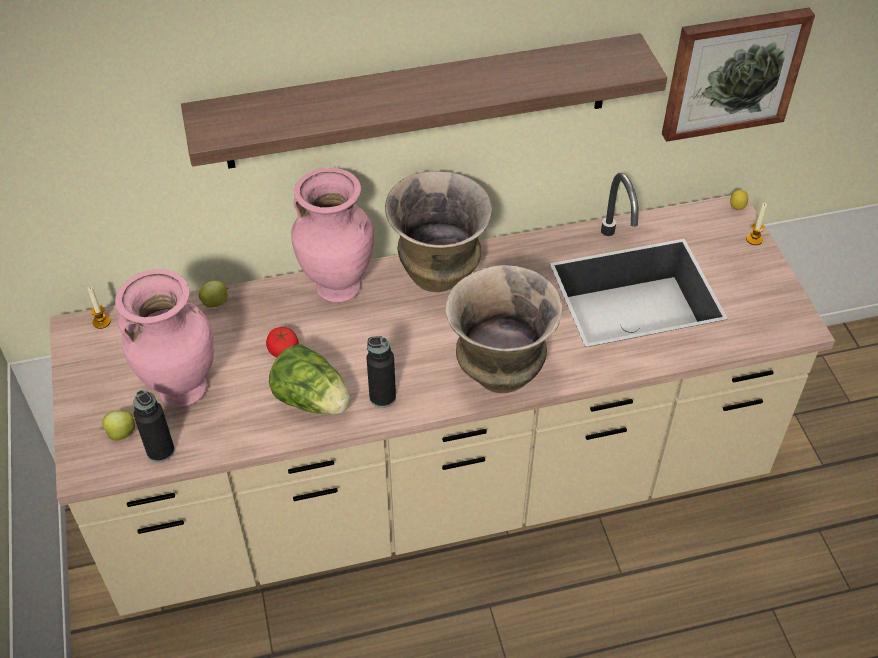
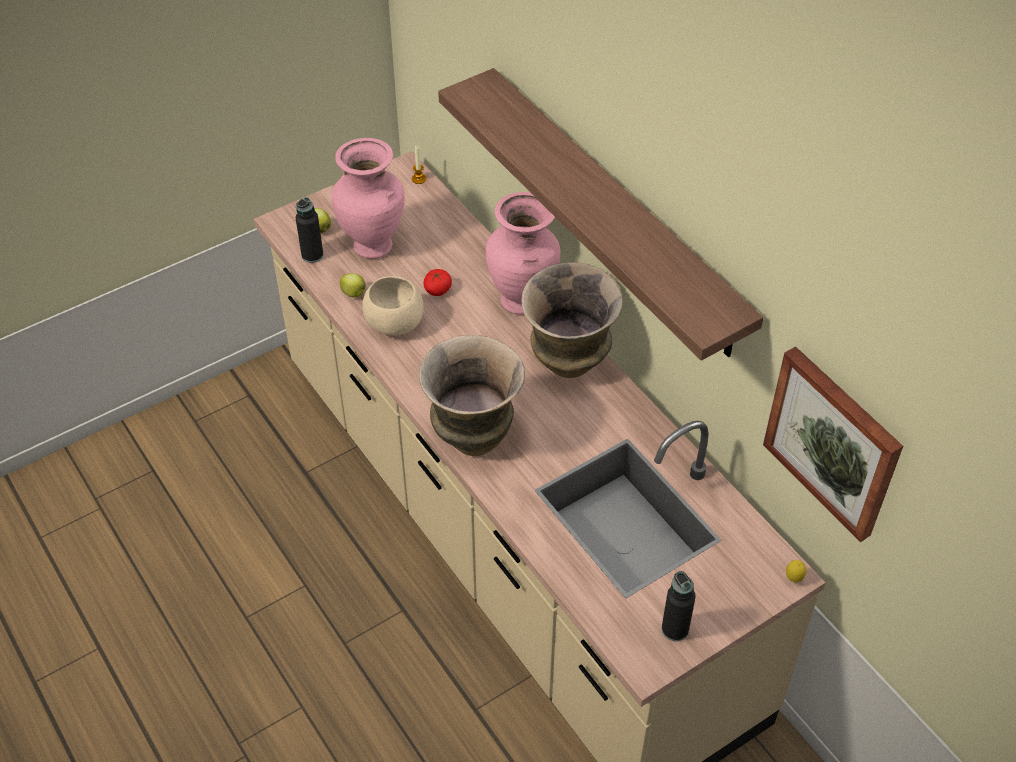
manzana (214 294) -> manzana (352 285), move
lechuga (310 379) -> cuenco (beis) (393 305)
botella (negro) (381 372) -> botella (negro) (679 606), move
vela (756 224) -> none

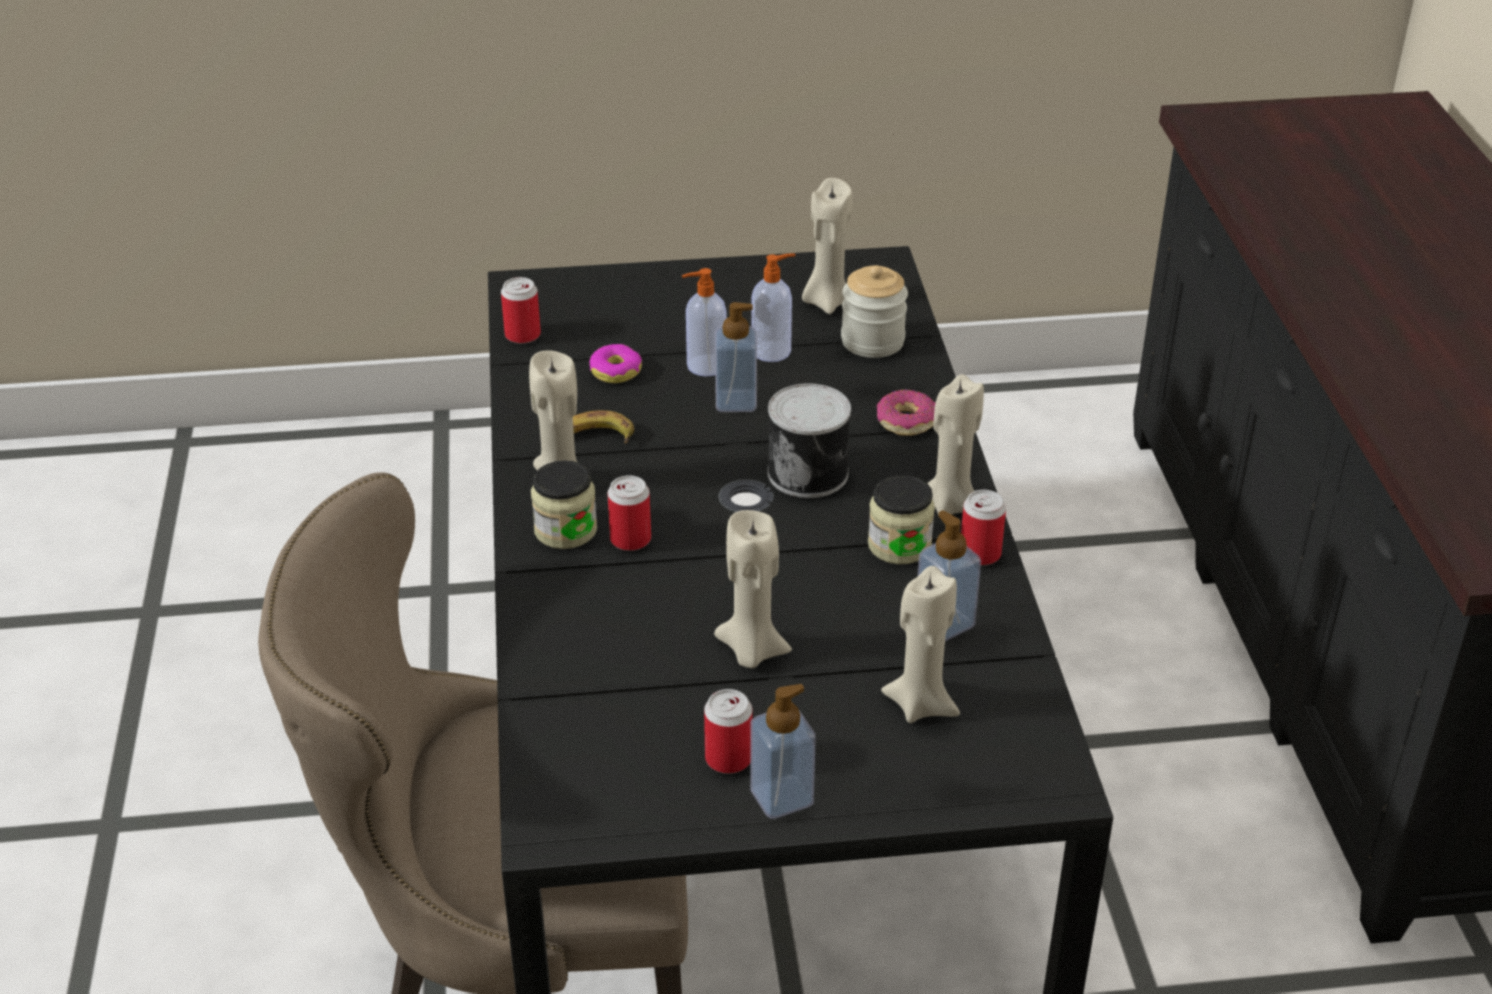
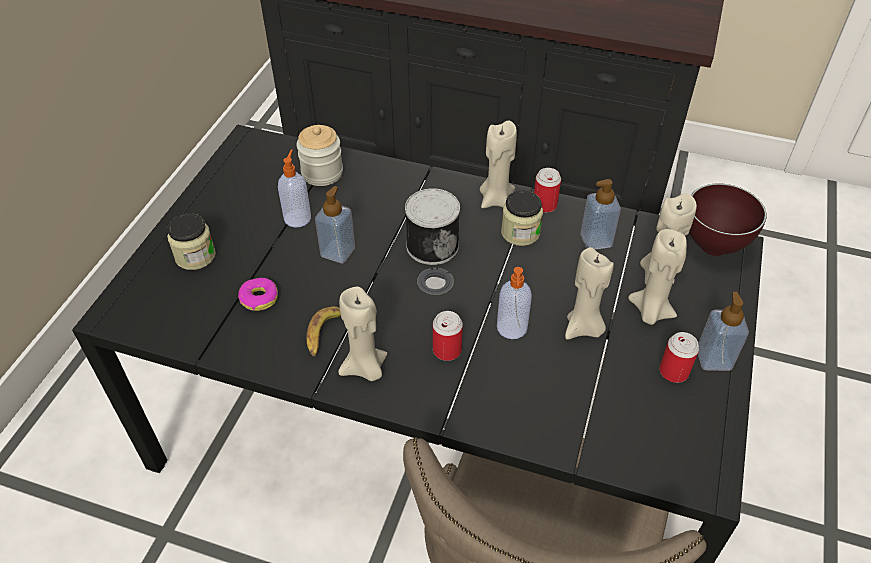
tarro (564 504) -> tarro (191 241), move
dispensador de jabón (704 322) -> dispensador de jabón (514 303), move
vela (beis) (827 246) -> vela (beis) (657 277), move
none -> cuenco (marrón) (728 220)
lata (521 310) -> none
rosquilla (905 412) -> none

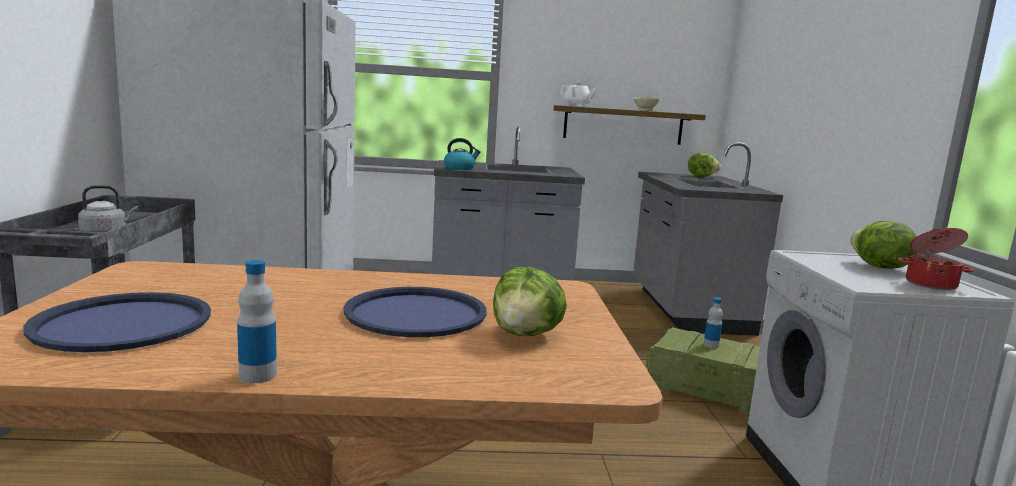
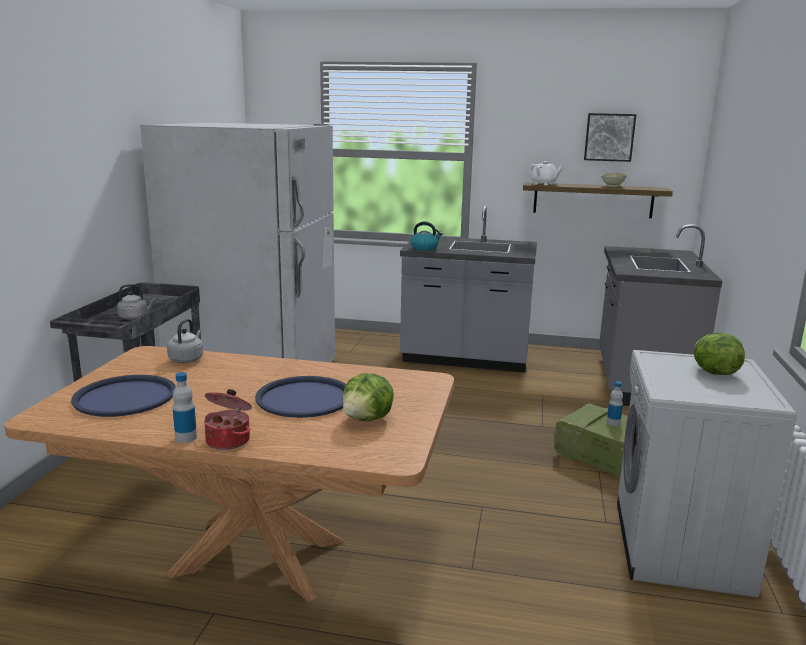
none -> hervidor (gris) (185 341)
olla (936 259) -> olla (228 419), move
none -> cuadro (610 137)
lechuga (704 164) -> none

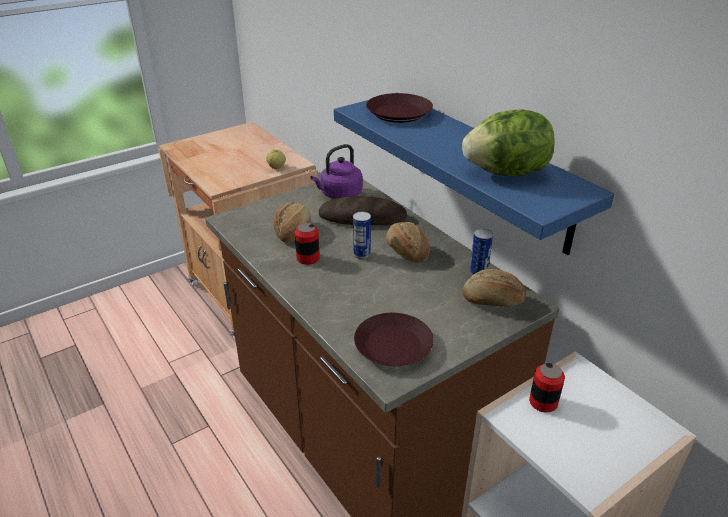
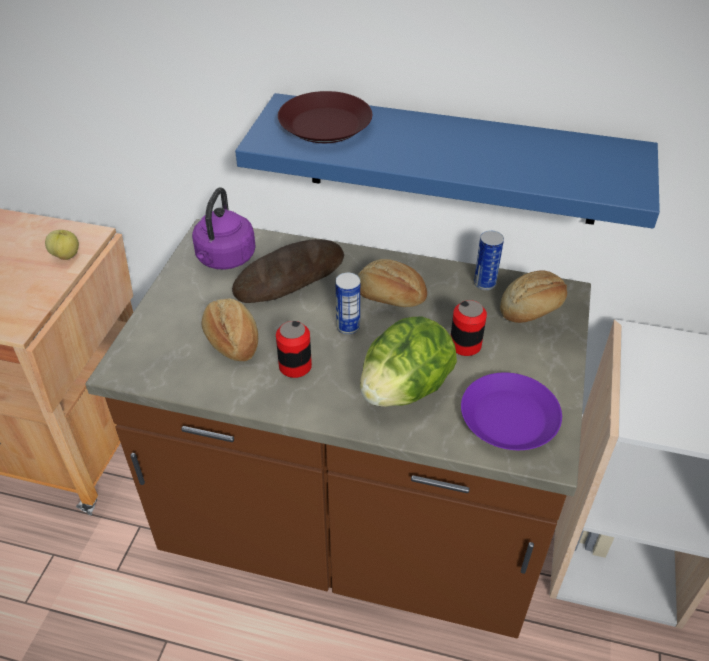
lechuga (508 143) -> lechuga (408 362), move
lata (547 388) -> lata (469 328), move
plato (marrón) (393 339) -> plato (morado) (511 411)

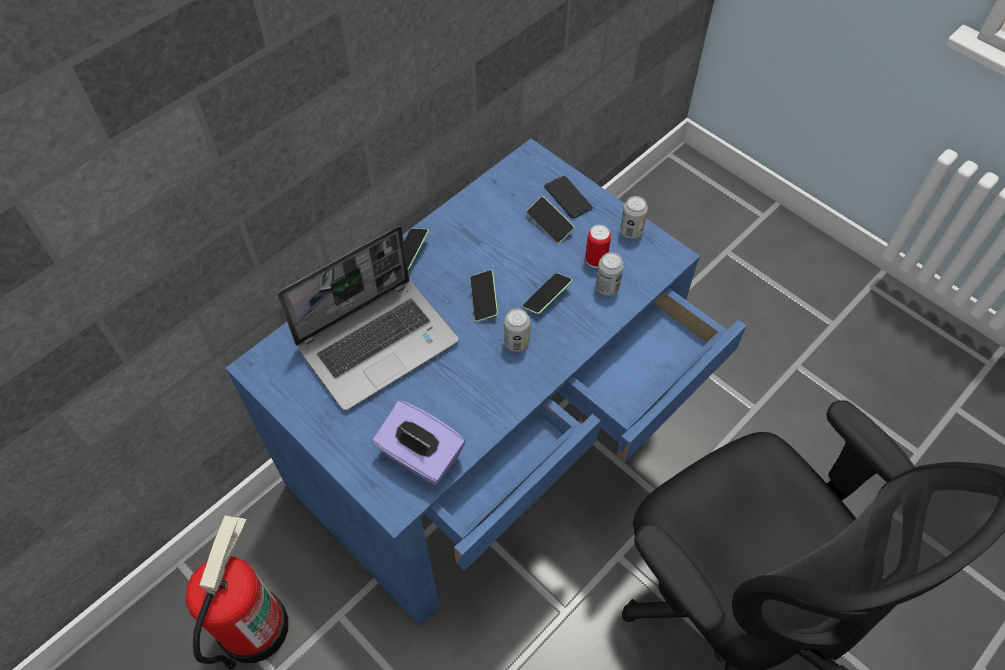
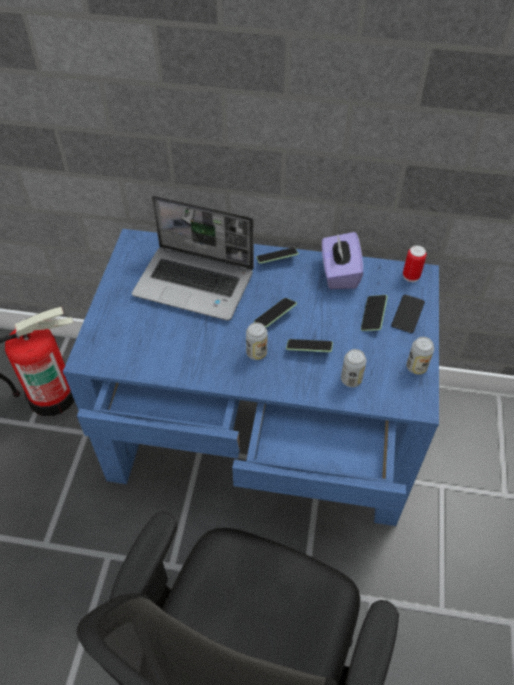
caja de pañuelos (morado) (419 442) -> caja de pañuelos (morado) (342 260), move
lata (598 246) -> lata (415 263), move

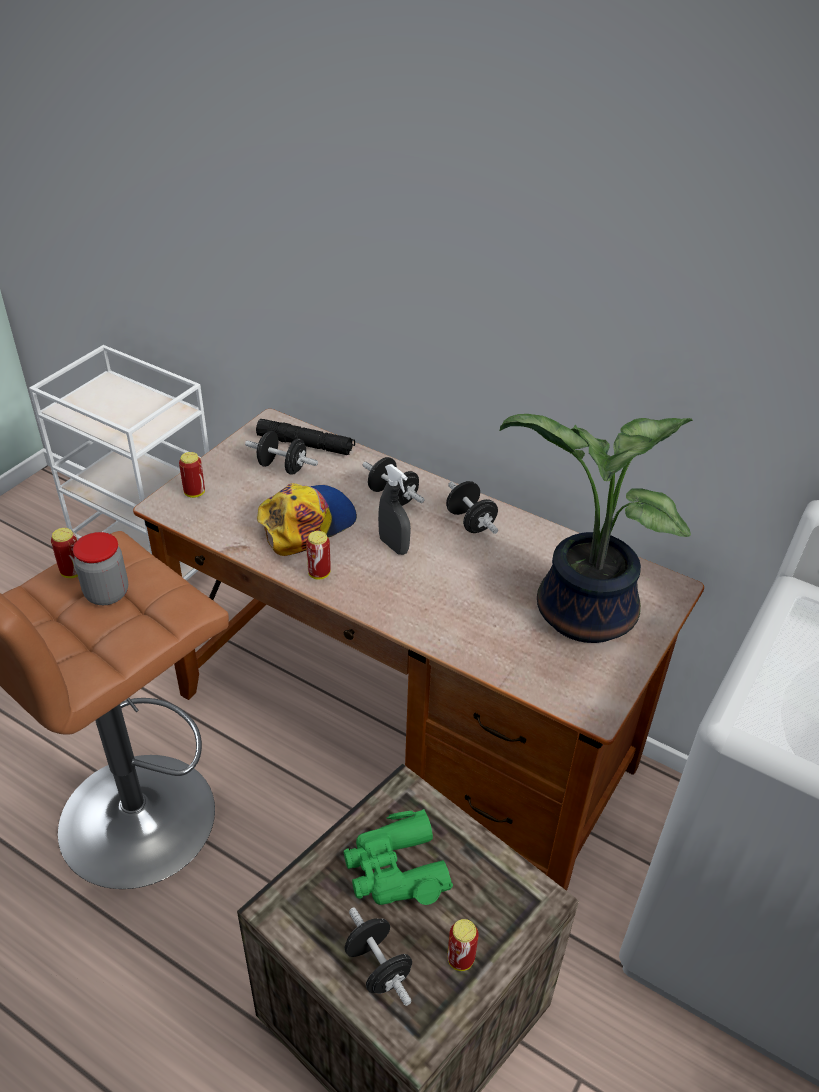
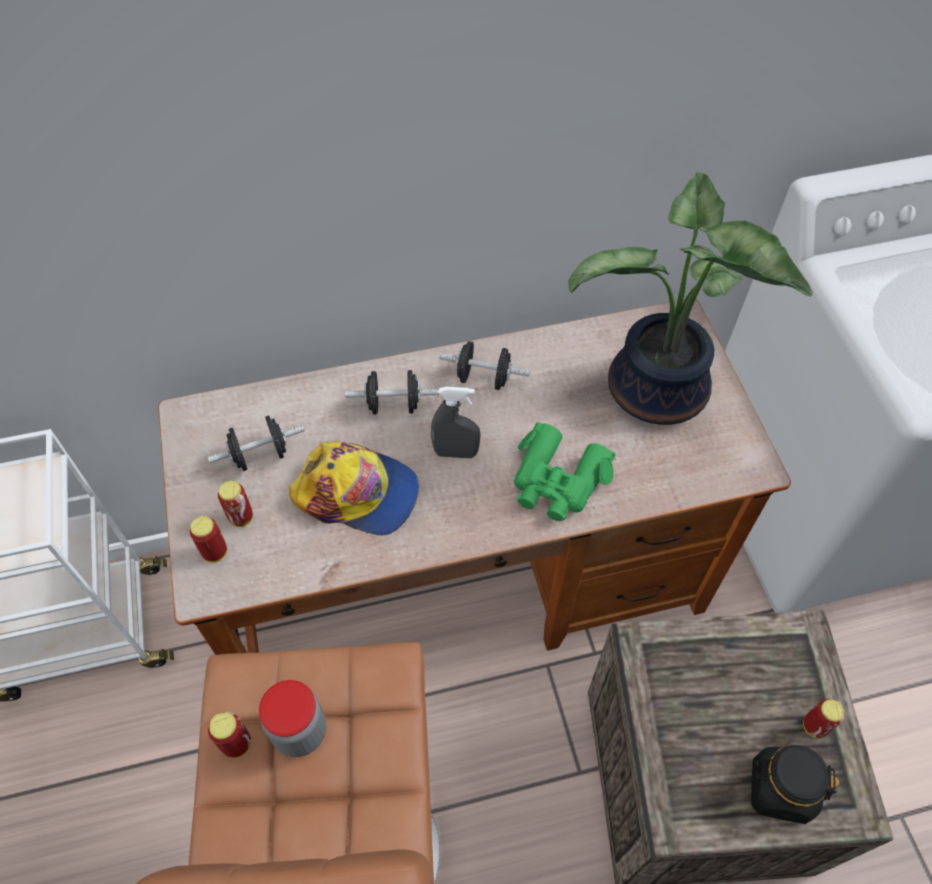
lata (318 555) -> lata (235 504), move
gorra (307 519) -> gorra (354 488), 105 degrees clockwise
prismáticos (verde) (398 857) -> prismáticos (verde) (564 471), move
mancuerna (negro) (378 957) -> tarro (negro) (795 784)
linterna (negro) (305 437) -> none

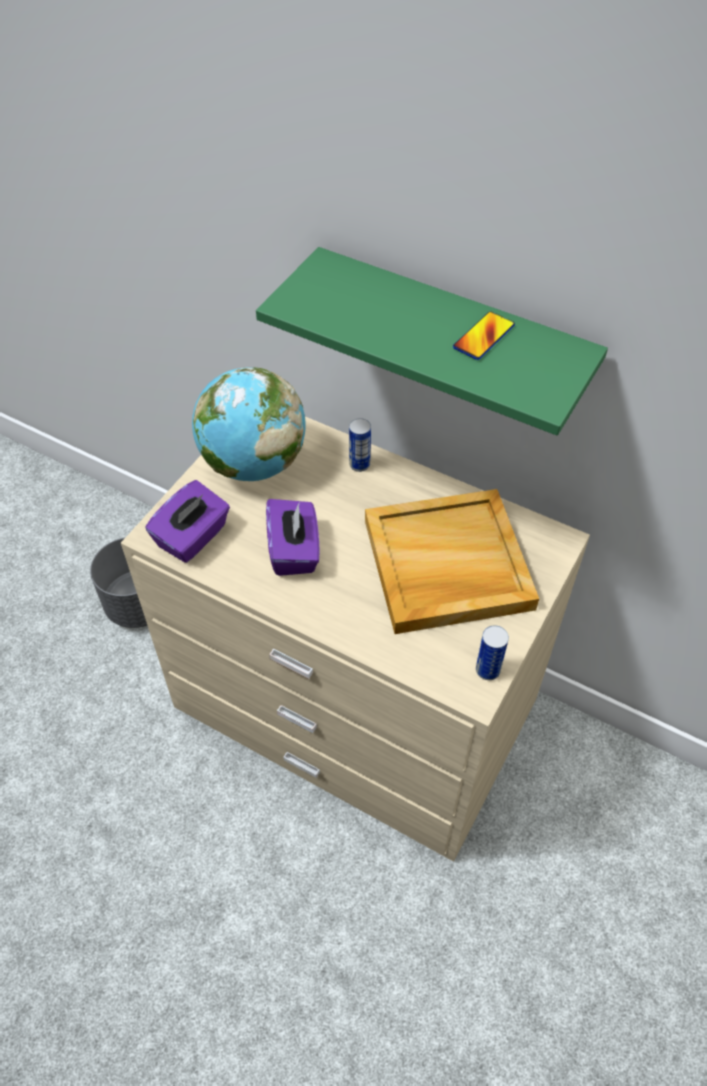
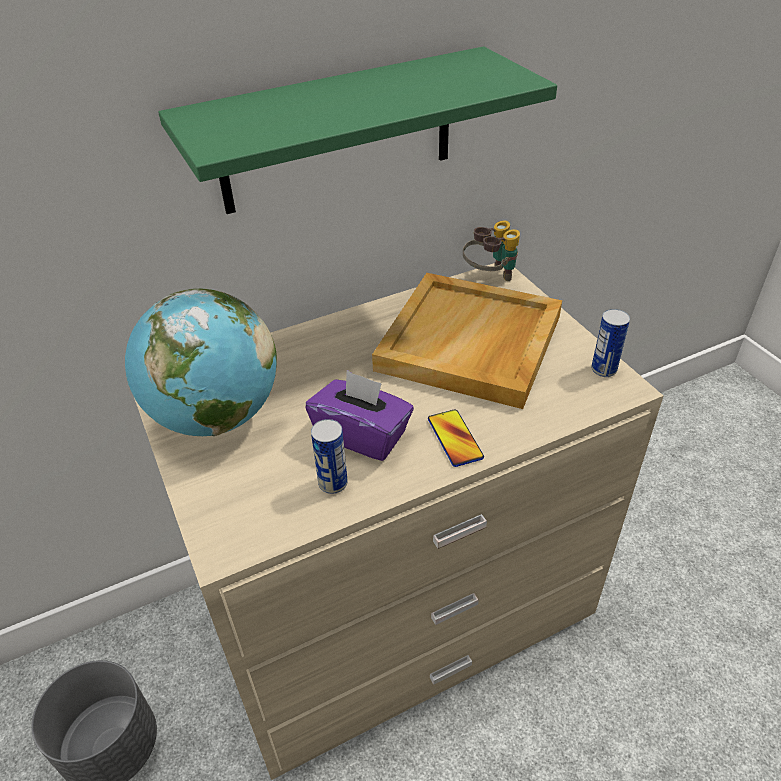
lata (360 445) -> lata (329 456), move
móvil (484 335) -> móvil (456 438), move
none -> prismáticos (491 251)
caja de pañuelos (morado) (188 521) -> none

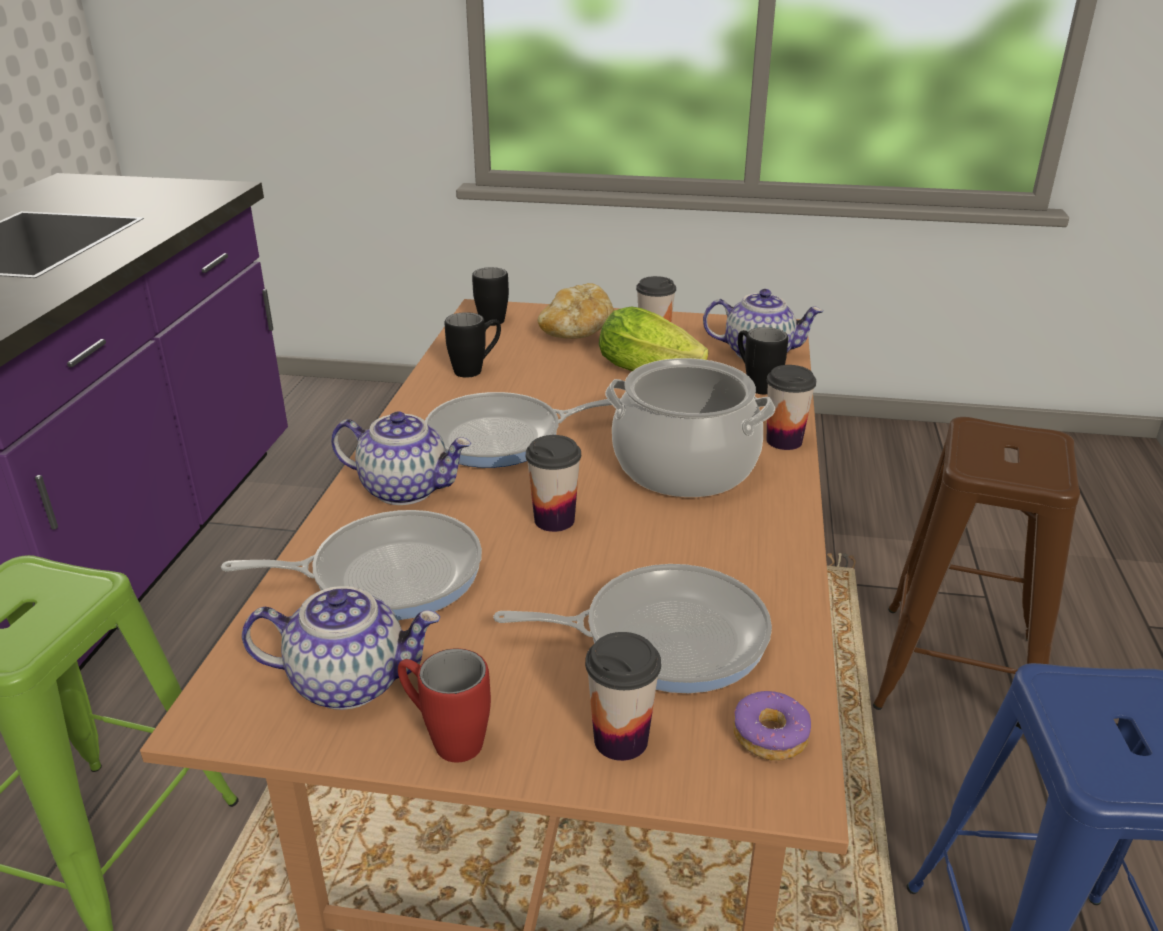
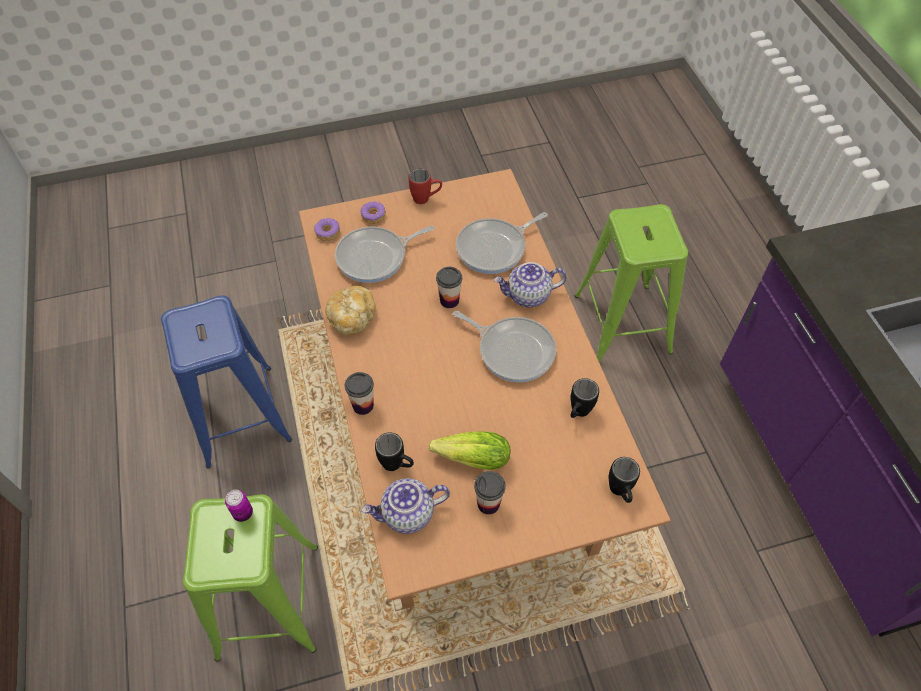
taburete (marrón) (976 563) -> taburete (verde) (250 578)
none -> lata (239 506)
pan (575 311) -> pan (350 310), move
taza (623 696) -> rosquilla (373 212)
sartén (518 430) -> sartén (504 347), 75 degrees clockwise
tetera (341 648) -> none
olla (690 427) -> none

